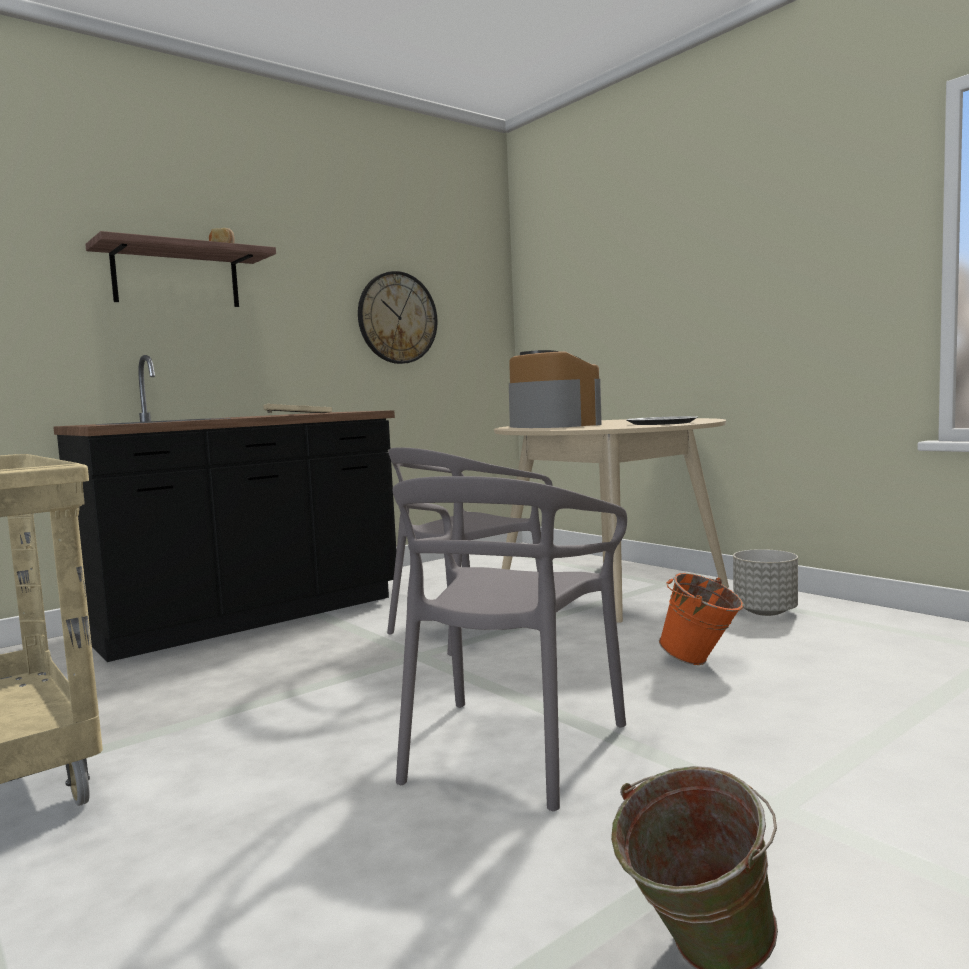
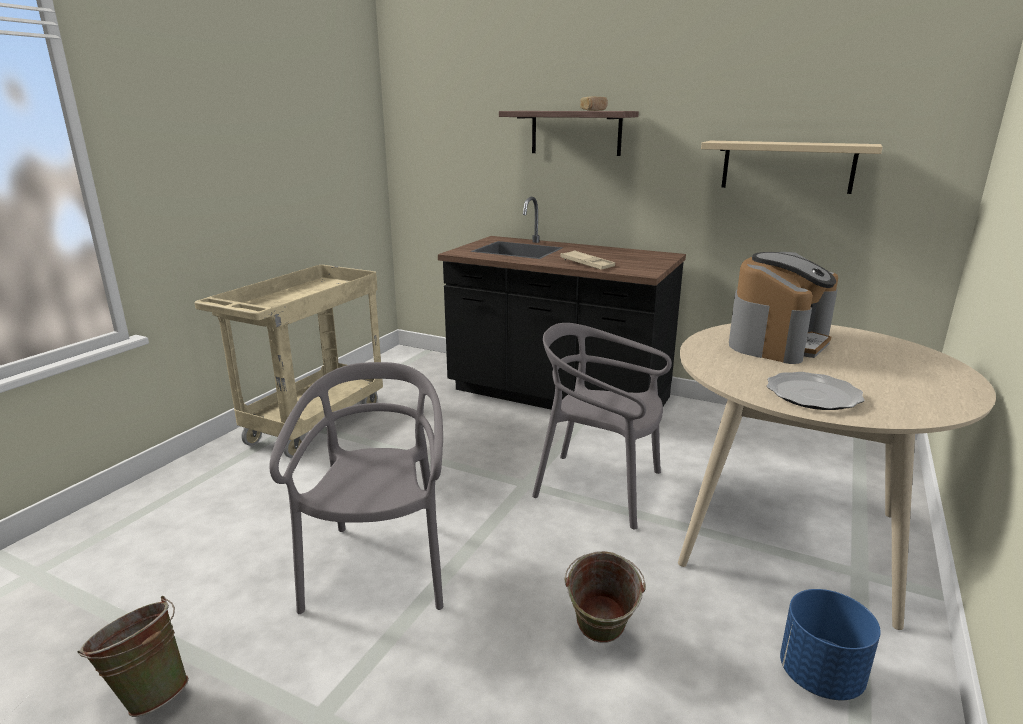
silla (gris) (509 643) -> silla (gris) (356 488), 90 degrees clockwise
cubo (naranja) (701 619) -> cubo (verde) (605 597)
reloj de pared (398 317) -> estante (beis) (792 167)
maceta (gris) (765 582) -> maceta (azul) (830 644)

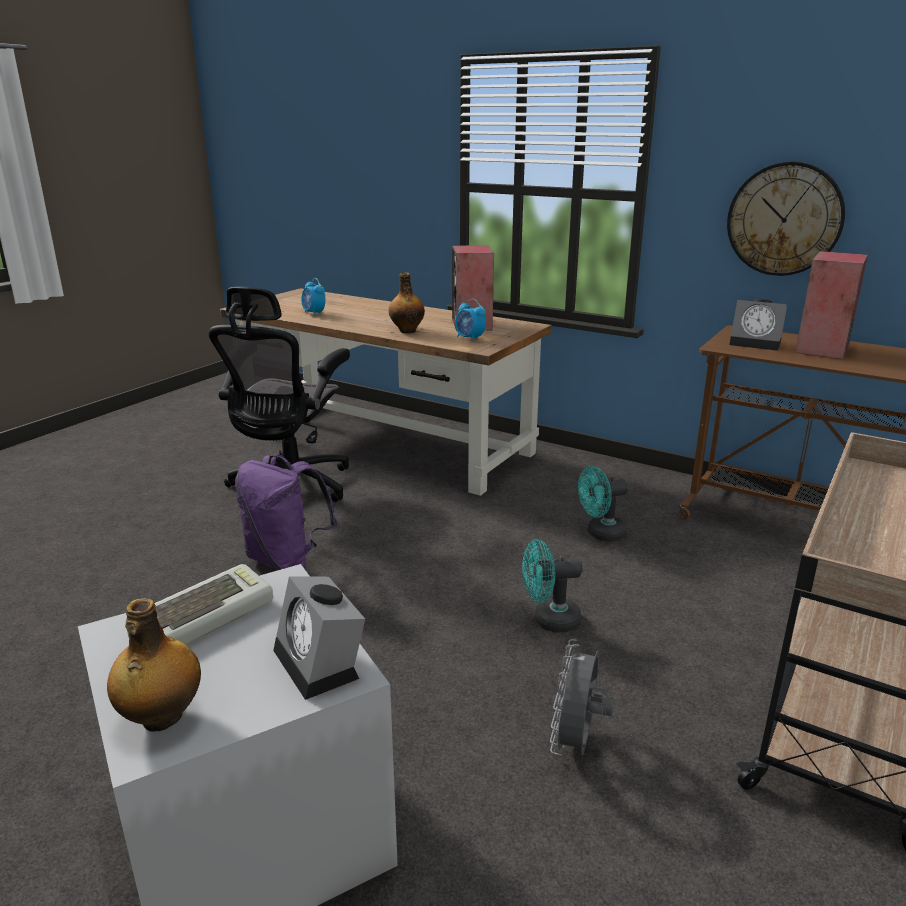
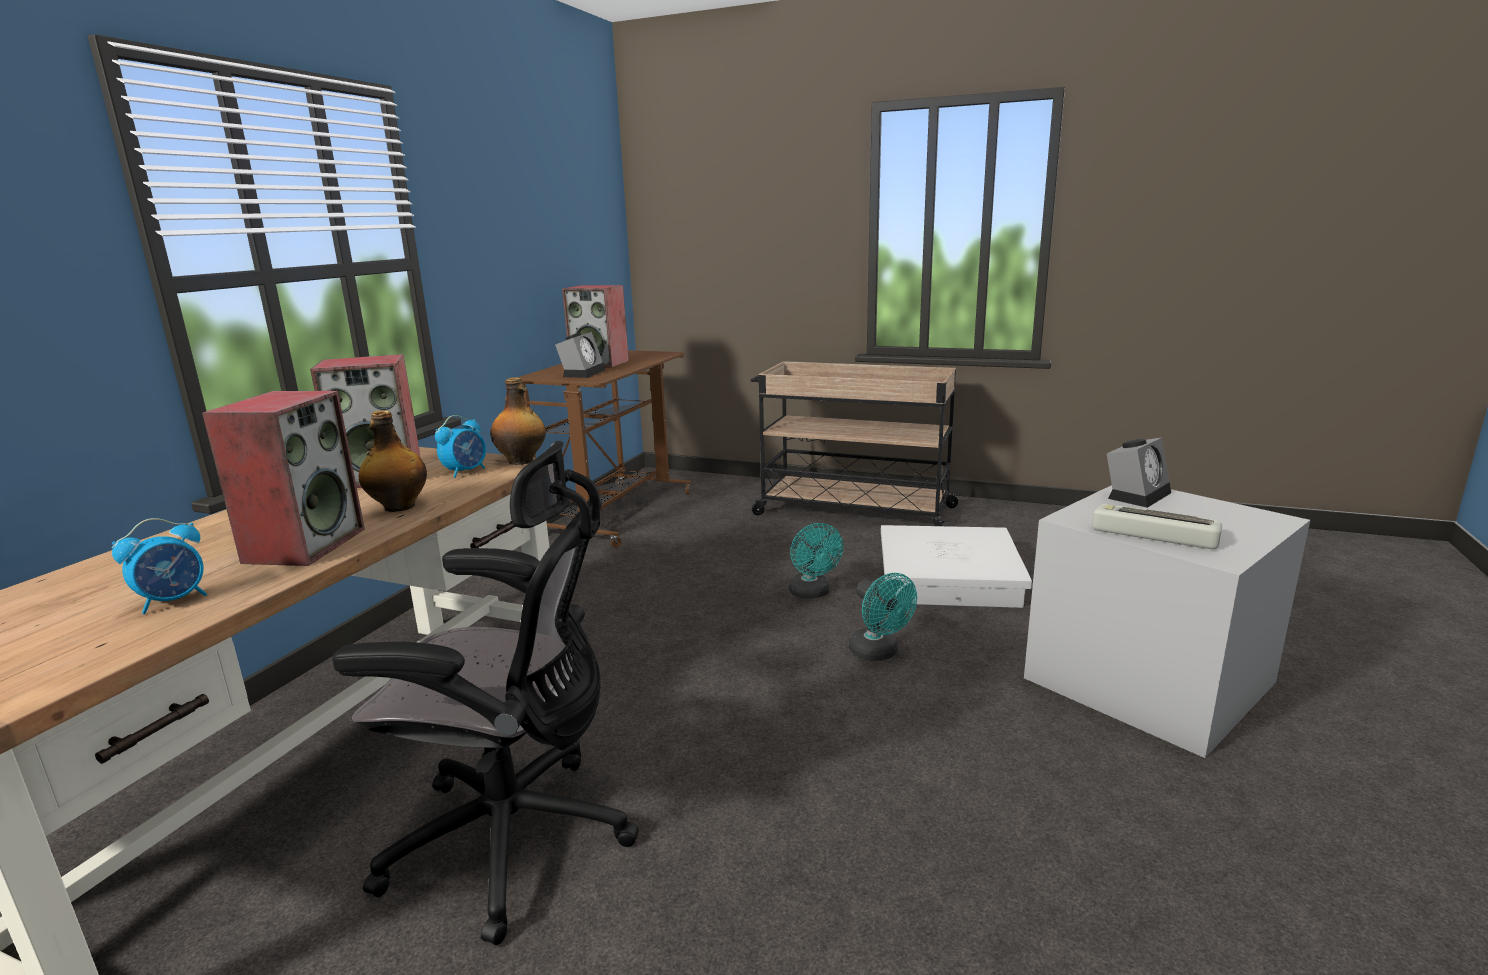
none -> altavoz (283 478)
botella (154 665) -> botella (518 421), move
ventilador (turquesa) (603 504) -> ventilador (turquesa) (883 617), move
ventilador (gris) (582 697) -> caja de almacenaje (blanco) (956 566)
mochila (morado) (286 512) -> none
reloj de pared (786 218) -> none

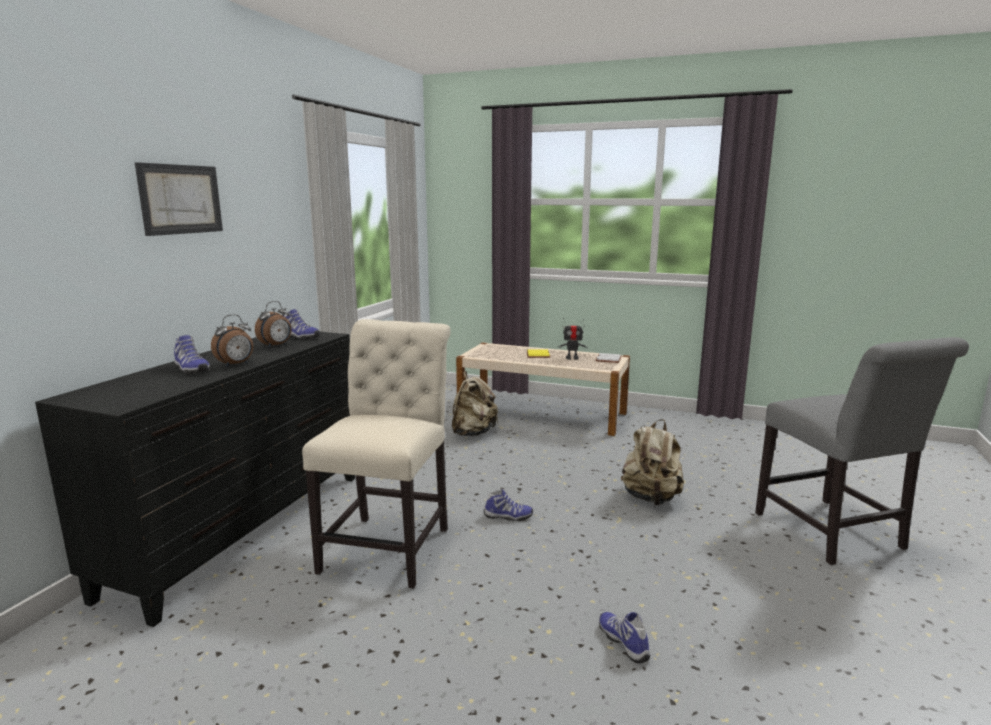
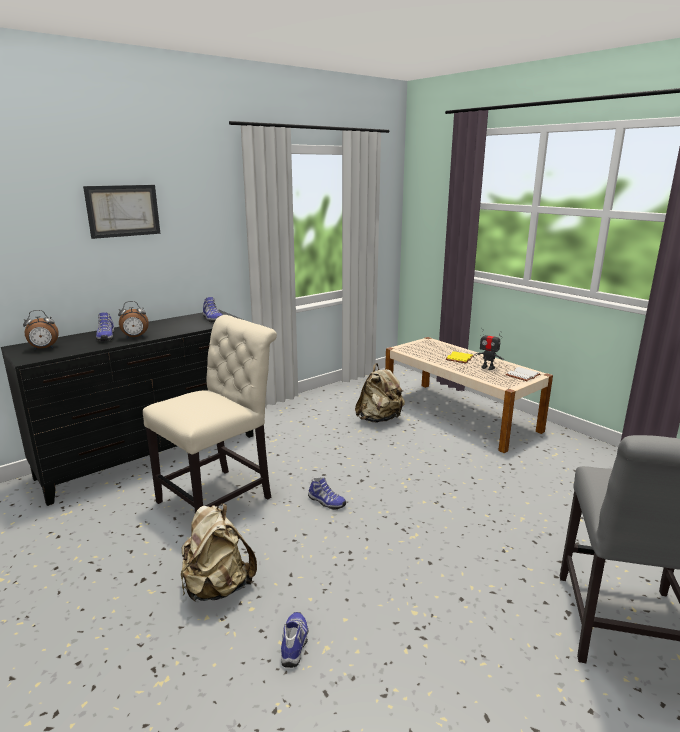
despertador (273 324) -> despertador (41 330), move
mochila (beis) (652 462) -> mochila (beis) (219 553), move

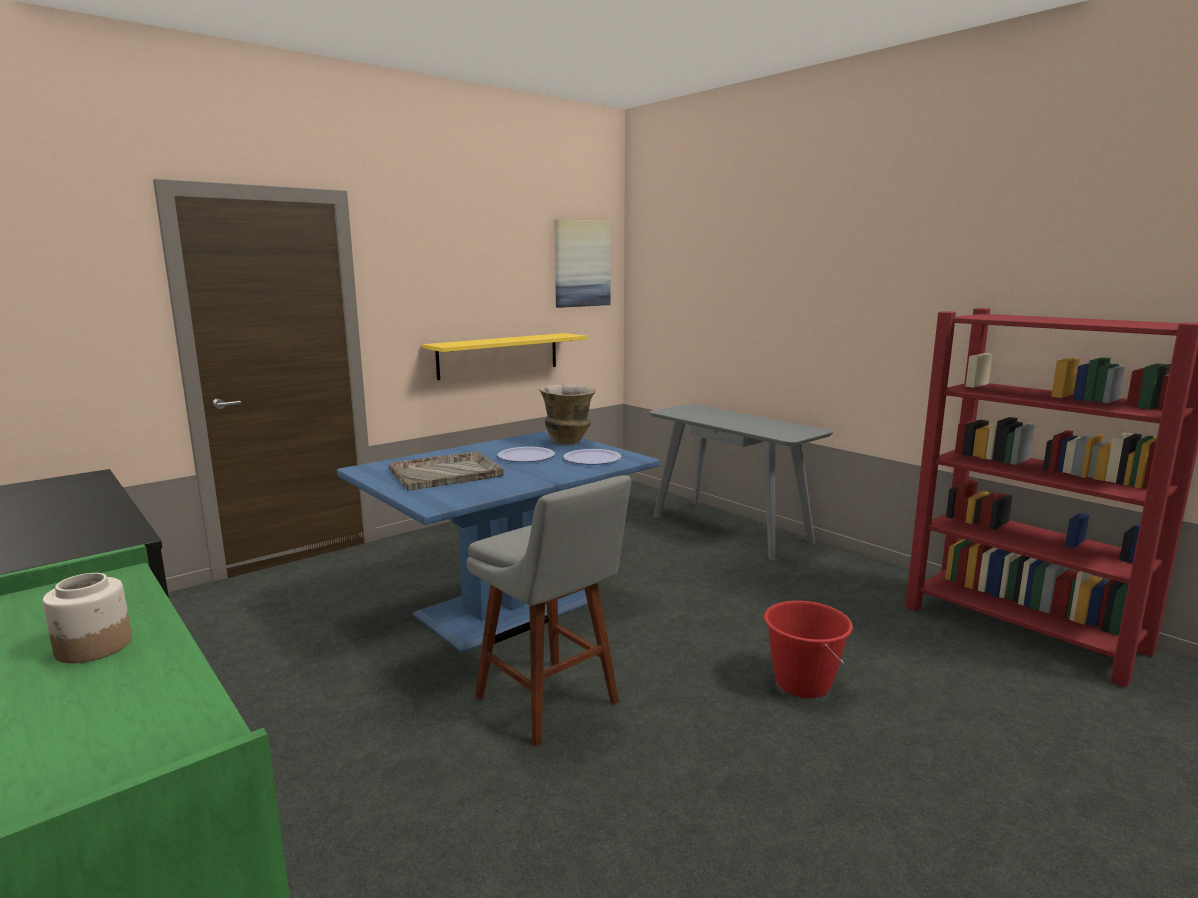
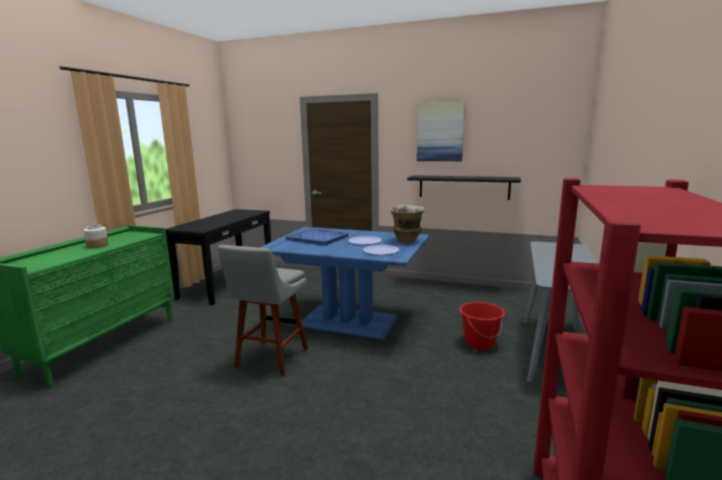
bandeja (gris) (446 471) -> bandeja (azul) (317 237)
estante (amarillo) (504 356) -> estante (negro) (464 187)
cuadro (582 263) -> cuadro (441 131), move
cubo (rojo) (808 649) -> cubo (rojo) (482 326), move

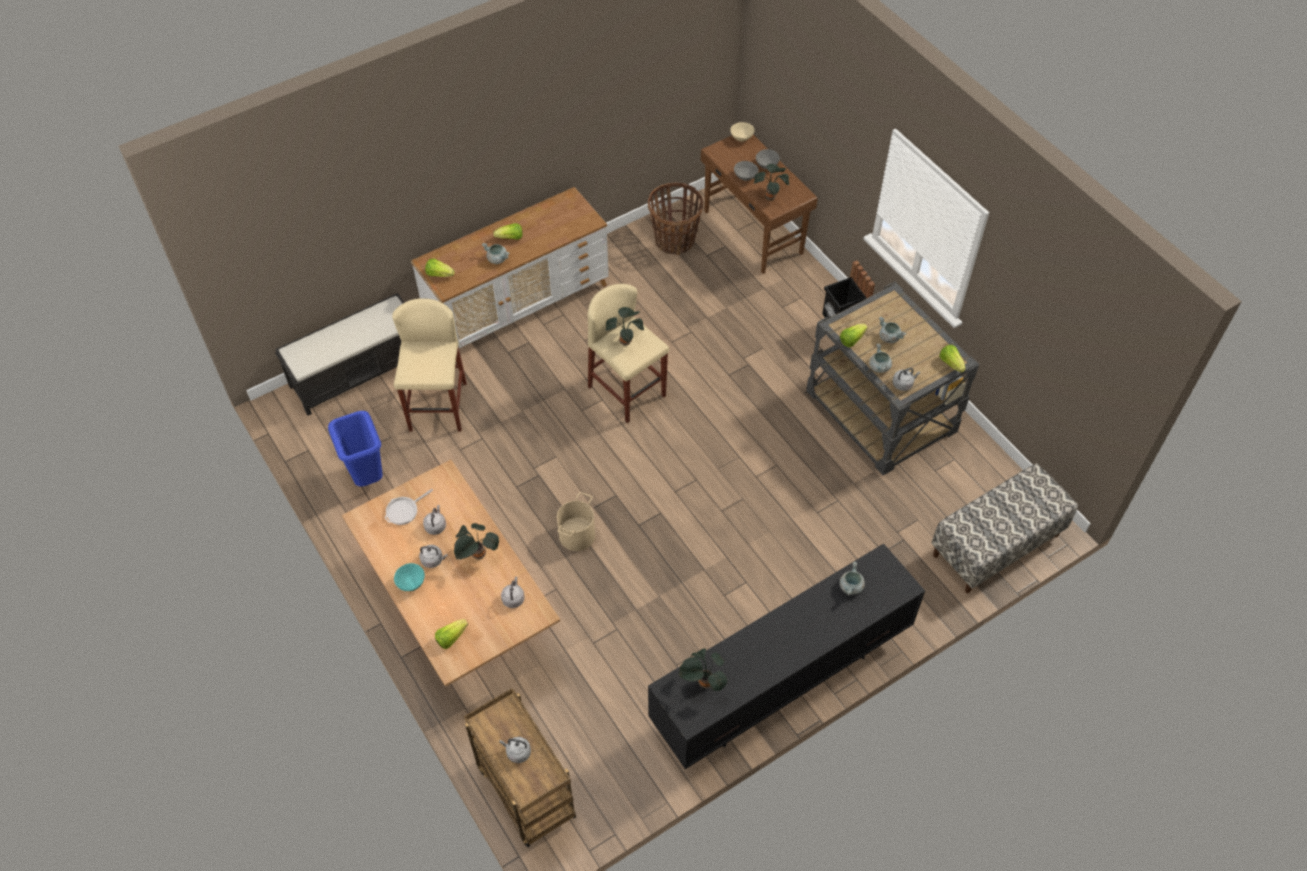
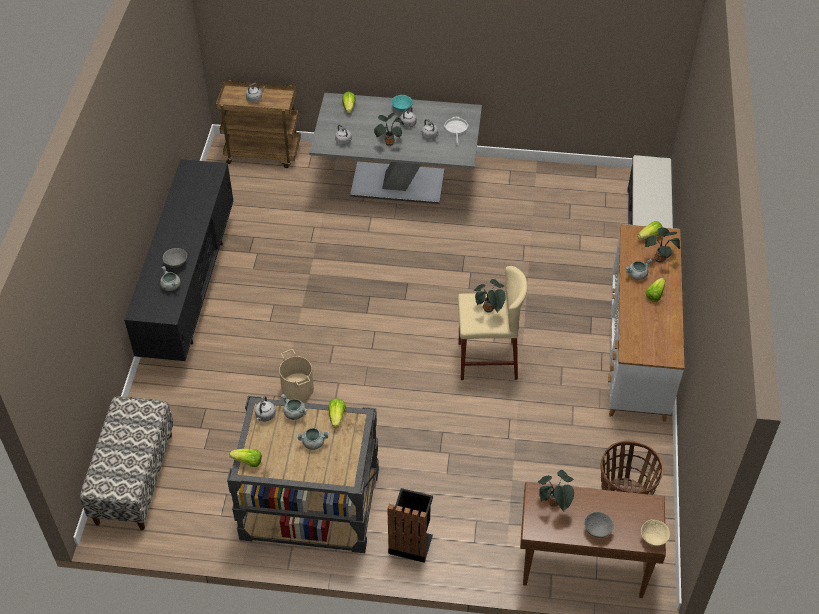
cuenco (gris) (746 171) -> cuenco (gris) (175 258), move
cubo (beis) (576 521) -> cubo (beis) (296 375), move
mesa de comedor (marrón) (451 573) -> mesa de comedor (gris) (395 148)
planta en maceta (702 669) -> planta en maceta (662 245), move
papelera (azul) (355 449) -> none
taburete (beis) (429 364) -> none

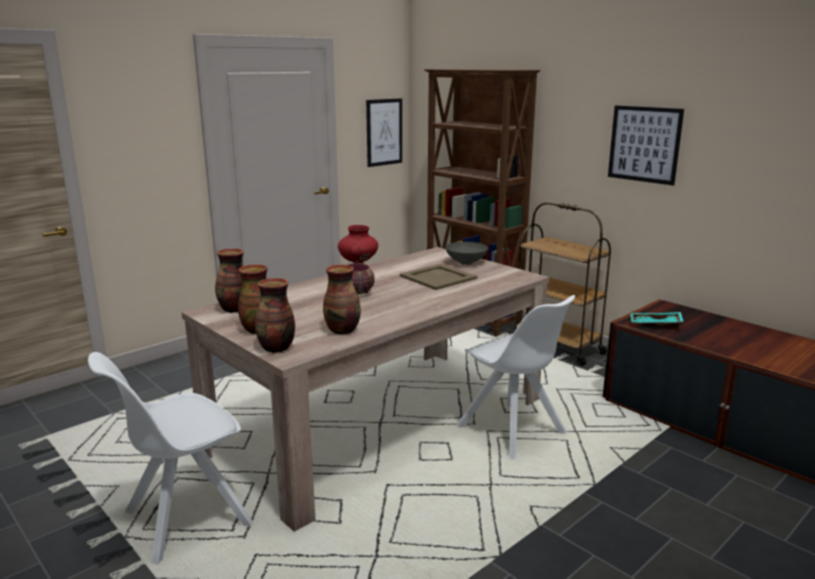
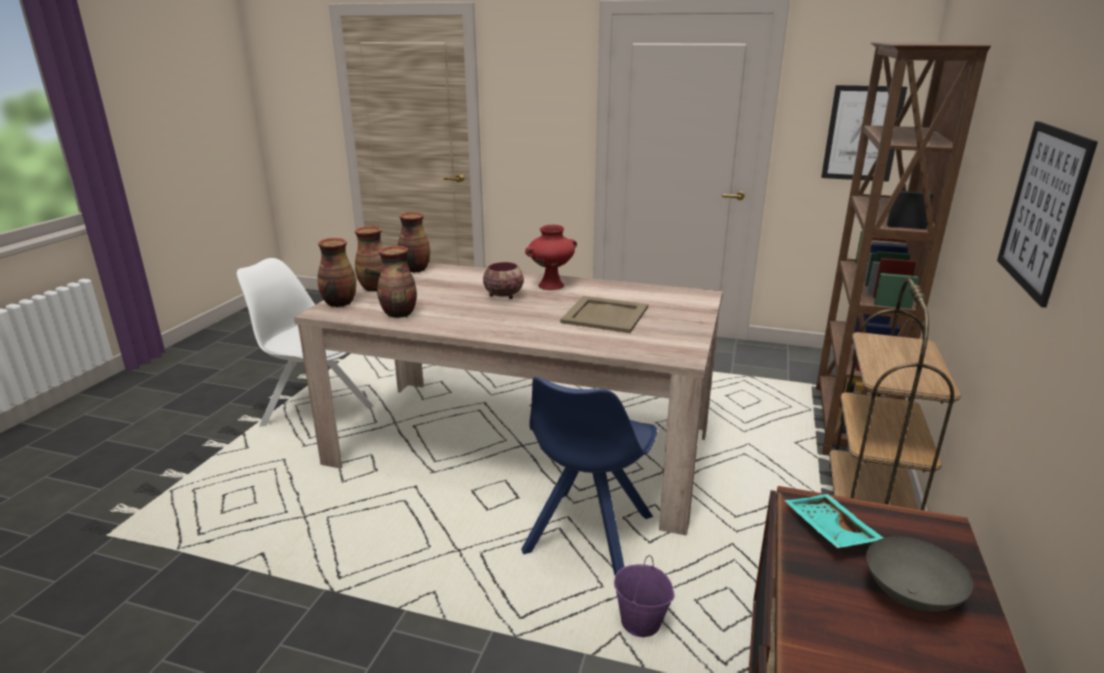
silla (blanco) (516 377) -> silla (azul) (589 476)
none -> cubo (morado) (644 596)
cuenco (gris) (466 253) -> cuenco (gris) (919 574), move

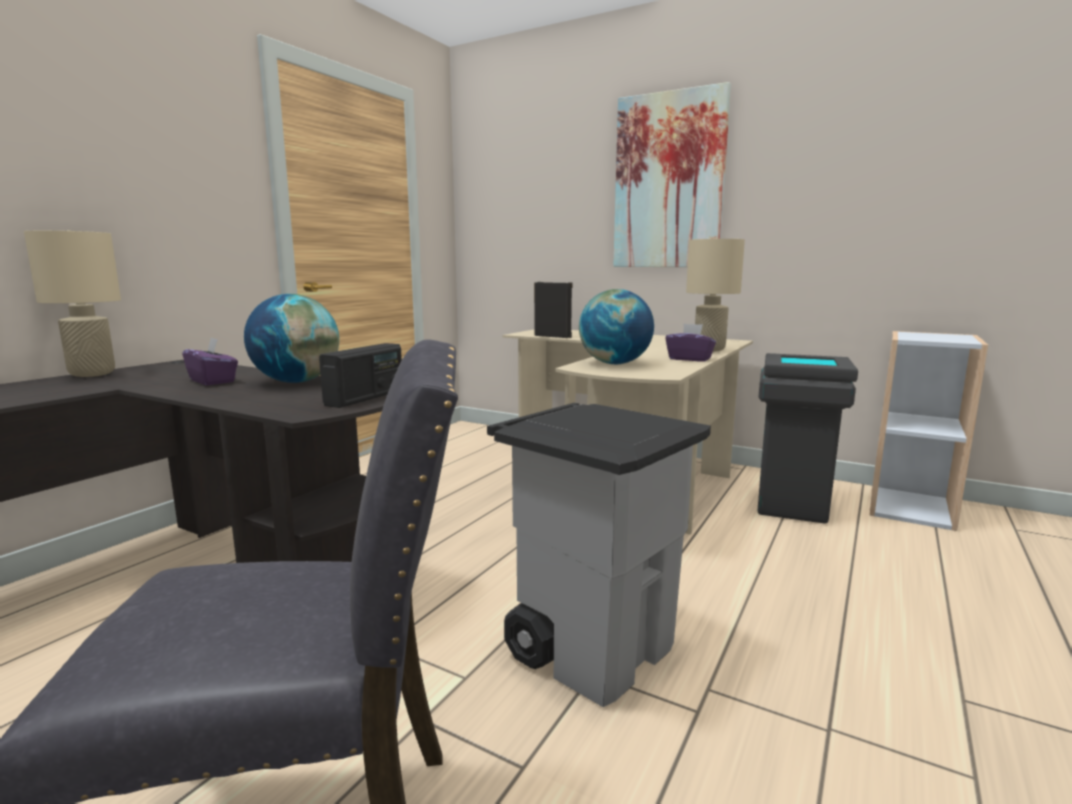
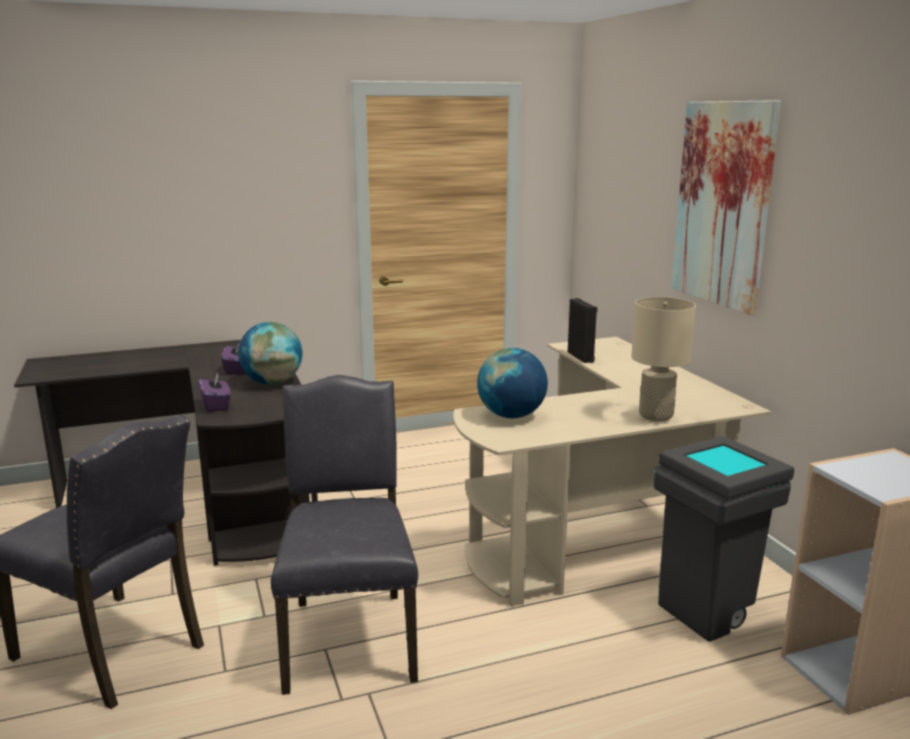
caja de pañuelos (morado) (690 343) -> caja de pañuelos (morado) (215 392), move
papelera (gris) (599 555) -> silla (gris) (344 535)
lámpara de mesa (beis) (72 303) -> none
radio (360 375) -> none

